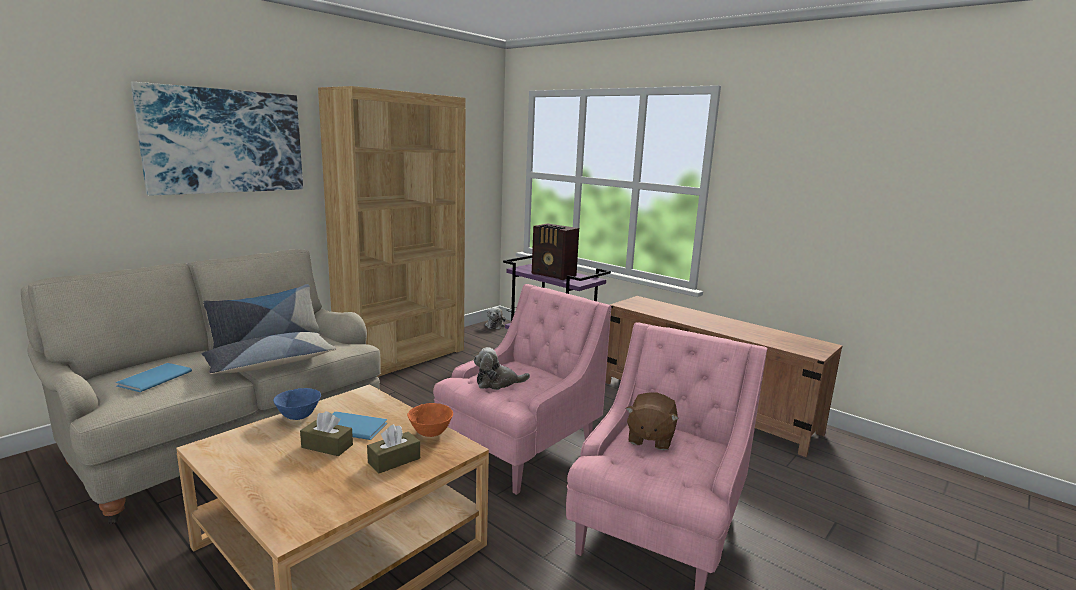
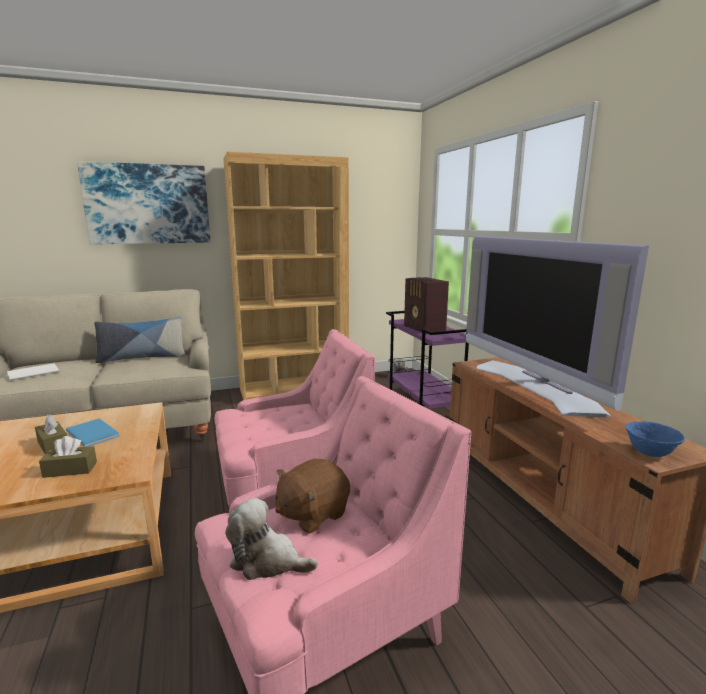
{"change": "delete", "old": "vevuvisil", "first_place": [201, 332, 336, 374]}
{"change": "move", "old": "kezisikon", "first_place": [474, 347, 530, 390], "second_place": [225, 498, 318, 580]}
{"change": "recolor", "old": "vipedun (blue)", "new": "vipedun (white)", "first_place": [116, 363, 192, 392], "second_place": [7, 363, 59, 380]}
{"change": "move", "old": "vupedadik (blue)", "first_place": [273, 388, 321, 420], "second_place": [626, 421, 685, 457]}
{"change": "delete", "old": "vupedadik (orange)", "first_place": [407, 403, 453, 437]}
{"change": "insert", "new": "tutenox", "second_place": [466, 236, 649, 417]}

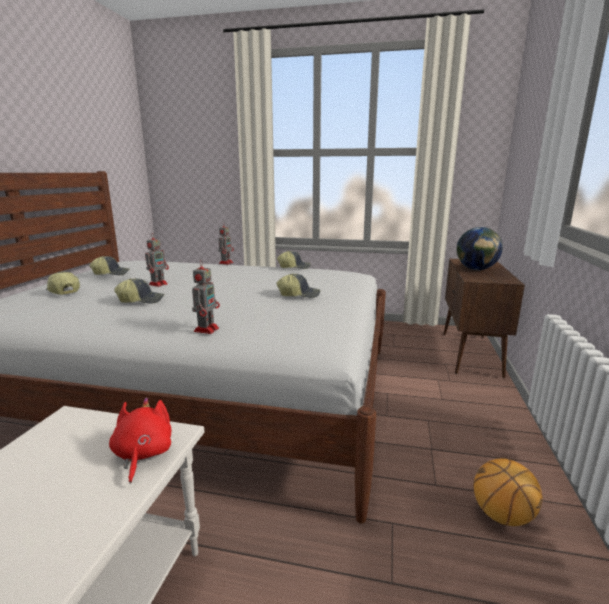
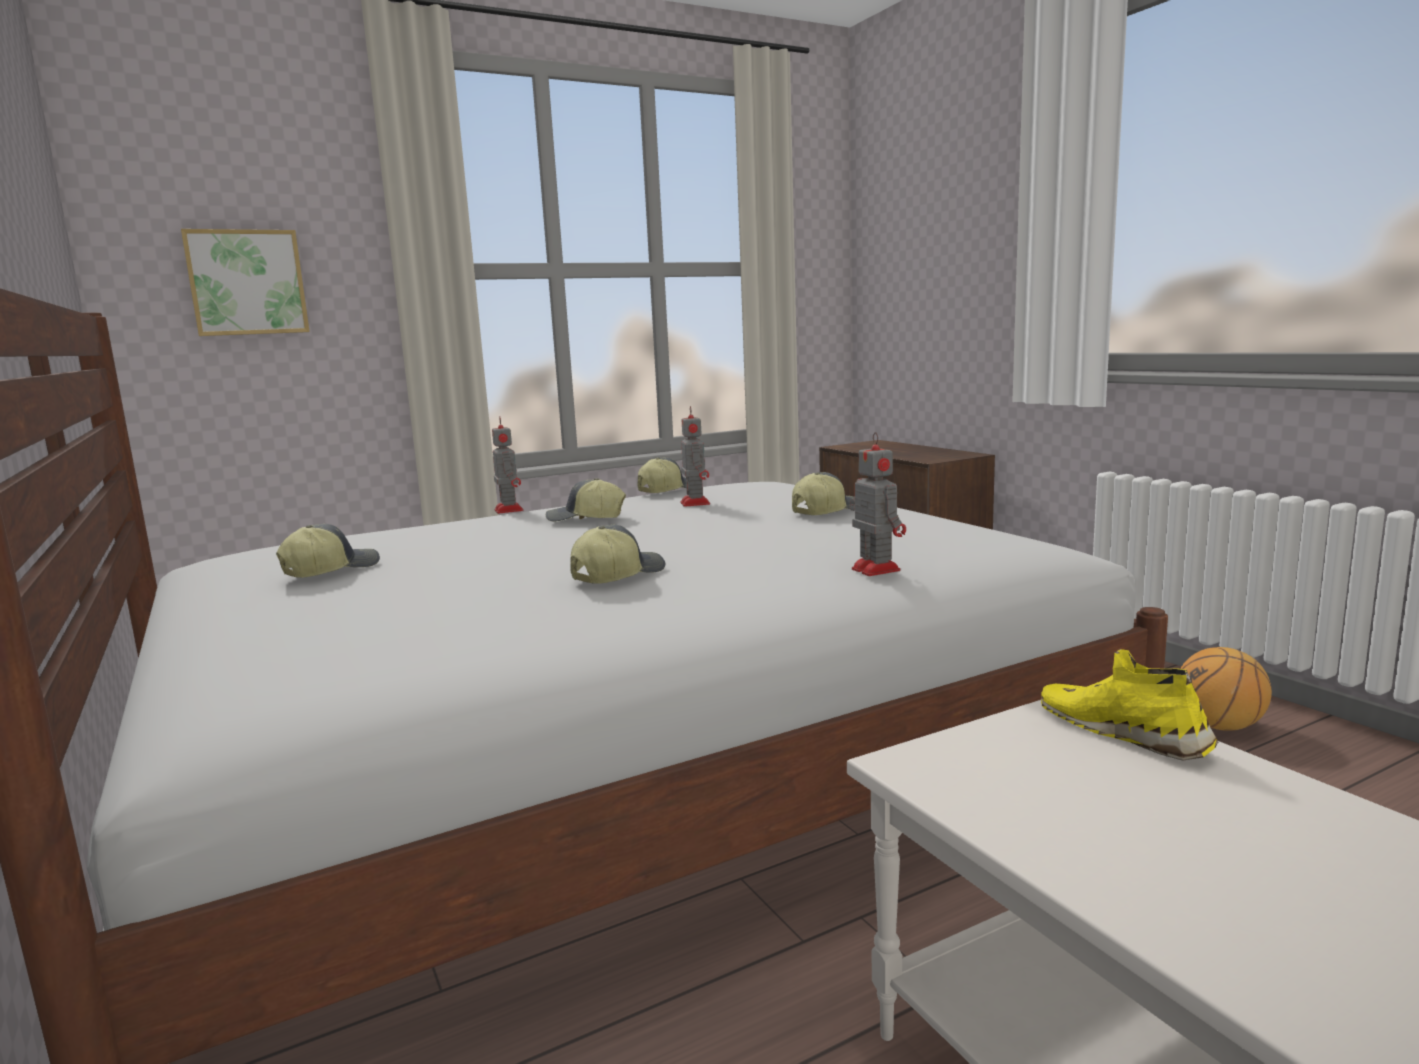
{"change": "delete", "old": "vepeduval", "first_place": [456, 227, 503, 270]}
{"change": "move", "old": "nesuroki", "first_place": [145, 234, 169, 287], "second_place": [680, 406, 710, 507]}
{"change": "move", "old": "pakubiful", "first_place": [46, 271, 80, 295], "second_place": [546, 478, 626, 522]}
{"change": "replace", "old": "kezisikon (red)", "new": "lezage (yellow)", "first_place": [109, 397, 172, 484], "second_place": [1041, 649, 1218, 761]}
{"change": "insert", "new": "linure", "second_place": [181, 229, 310, 336]}

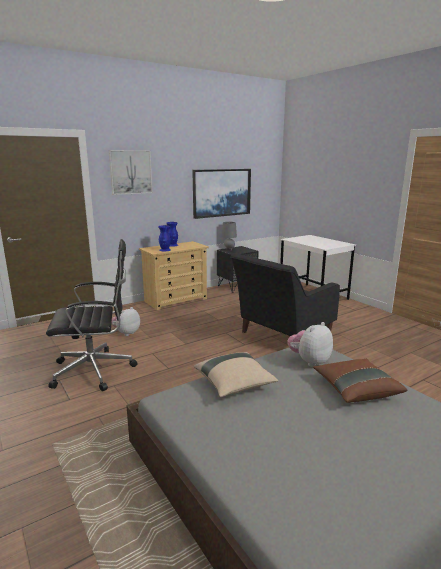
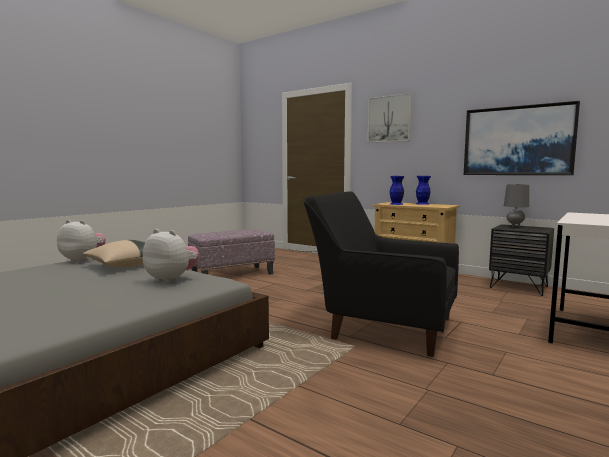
{"change": "replace", "old": "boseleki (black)", "new": "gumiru", "first_place": [46, 239, 138, 391], "second_place": [188, 229, 275, 275]}
{"change": "move", "old": "kezisikon", "first_place": [111, 307, 140, 336], "second_place": [57, 220, 106, 262]}
{"change": "delete", "old": "vevuvisil (brown)", "first_place": [313, 359, 407, 403]}

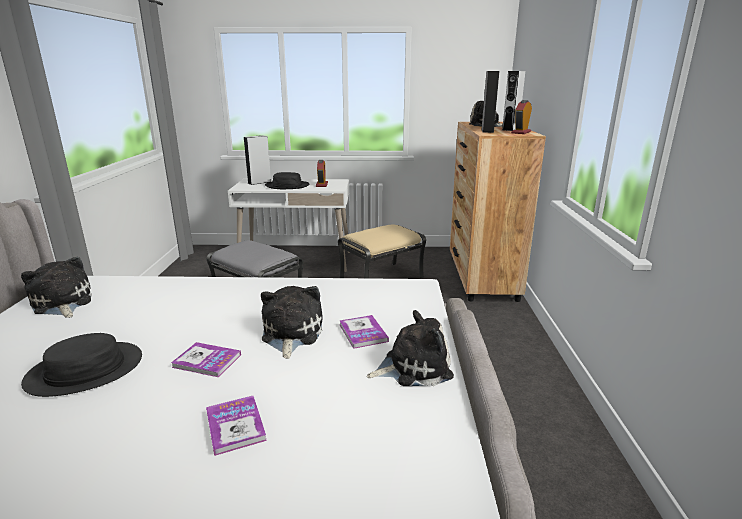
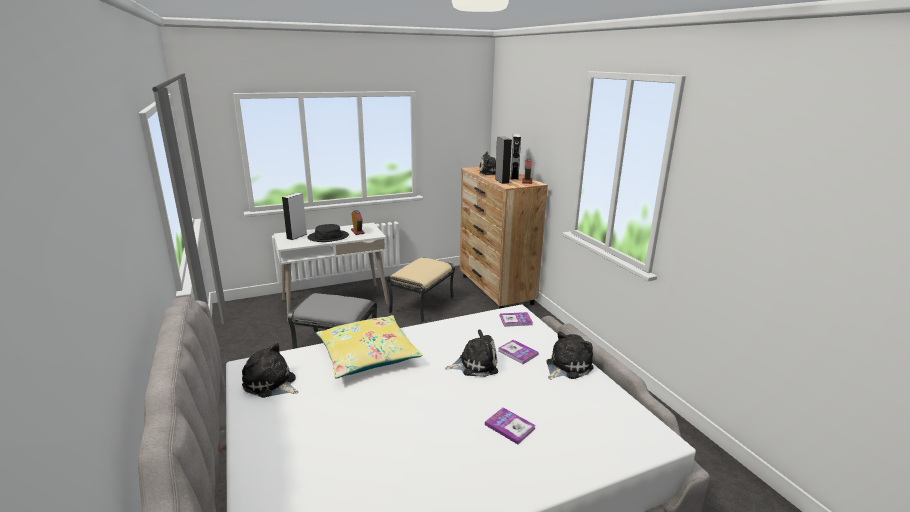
{"change": "rotate", "old": "kezisikon", "first_place": [261, 286, 323, 359], "second_place": [445, 329, 498, 377], "degrees": 105}
{"change": "delete", "old": "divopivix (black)", "first_place": [21, 333, 142, 397]}
{"change": "move", "old": "vipedun", "first_place": [171, 342, 241, 377], "second_place": [500, 312, 533, 327]}
{"change": "insert", "new": "vevuvisil (yellow)", "second_place": [316, 315, 422, 379]}

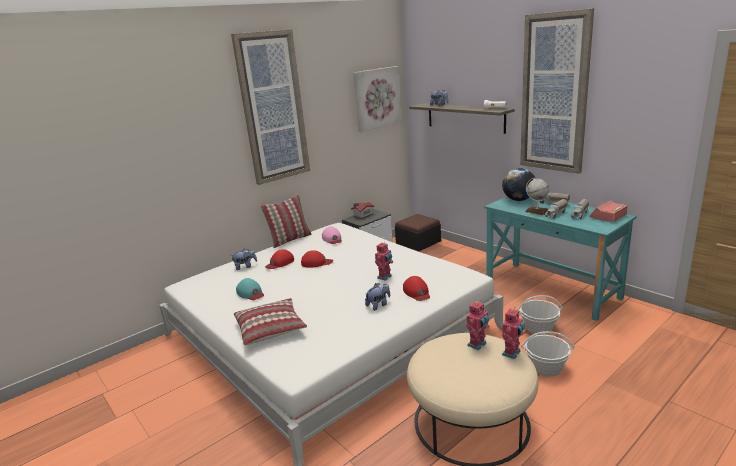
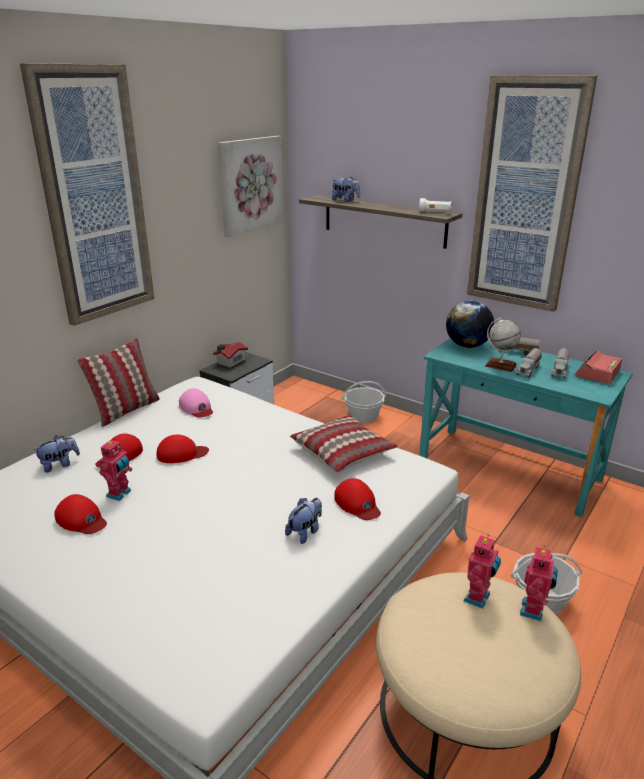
{"change": "delete", "old": "gumiru", "first_place": [395, 214, 441, 251]}
{"change": "move", "old": "nesuroki", "first_place": [375, 243, 393, 281], "second_place": [99, 439, 132, 501]}
{"change": "recolor", "old": "pakubiful (turquoise)", "new": "pakubiful (red)", "first_place": [236, 278, 264, 300], "second_place": [54, 494, 107, 534]}
{"change": "move", "old": "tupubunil", "first_place": [517, 295, 563, 335], "second_place": [341, 381, 387, 423]}
{"change": "move", "old": "vevuvisil", "first_place": [234, 298, 307, 345], "second_place": [290, 415, 398, 473]}

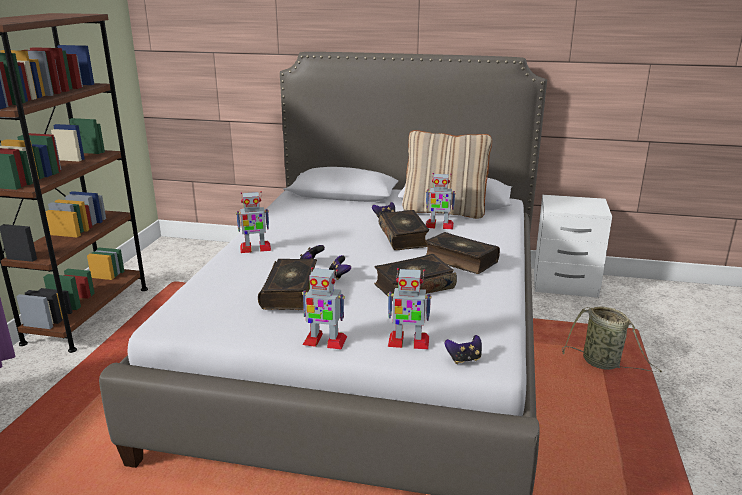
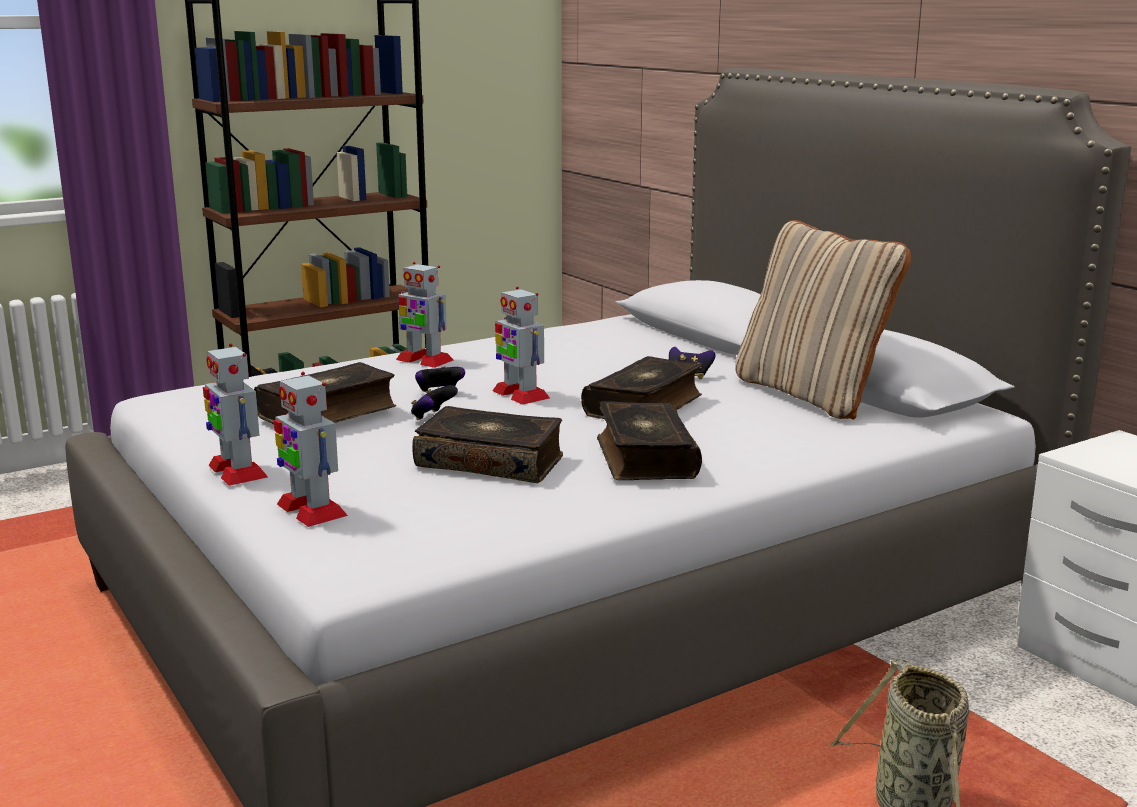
{"change": "move", "old": "nesuroki", "first_place": [426, 173, 456, 229], "second_place": [492, 286, 550, 405]}
{"change": "delete", "old": "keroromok", "first_place": [445, 335, 482, 364]}

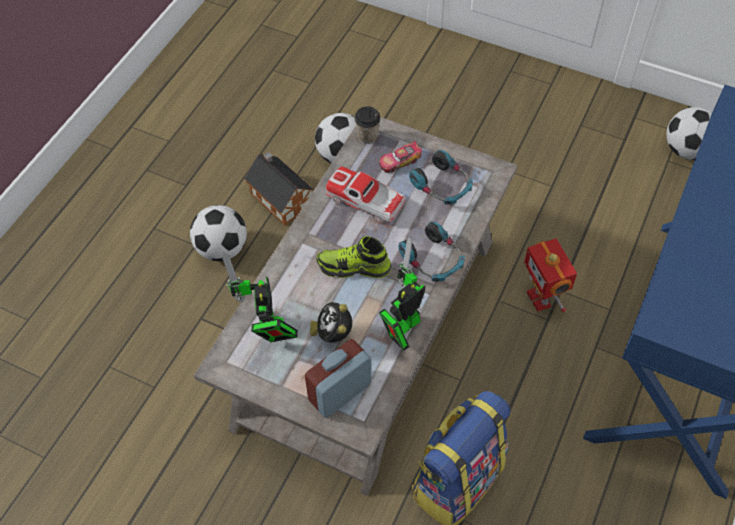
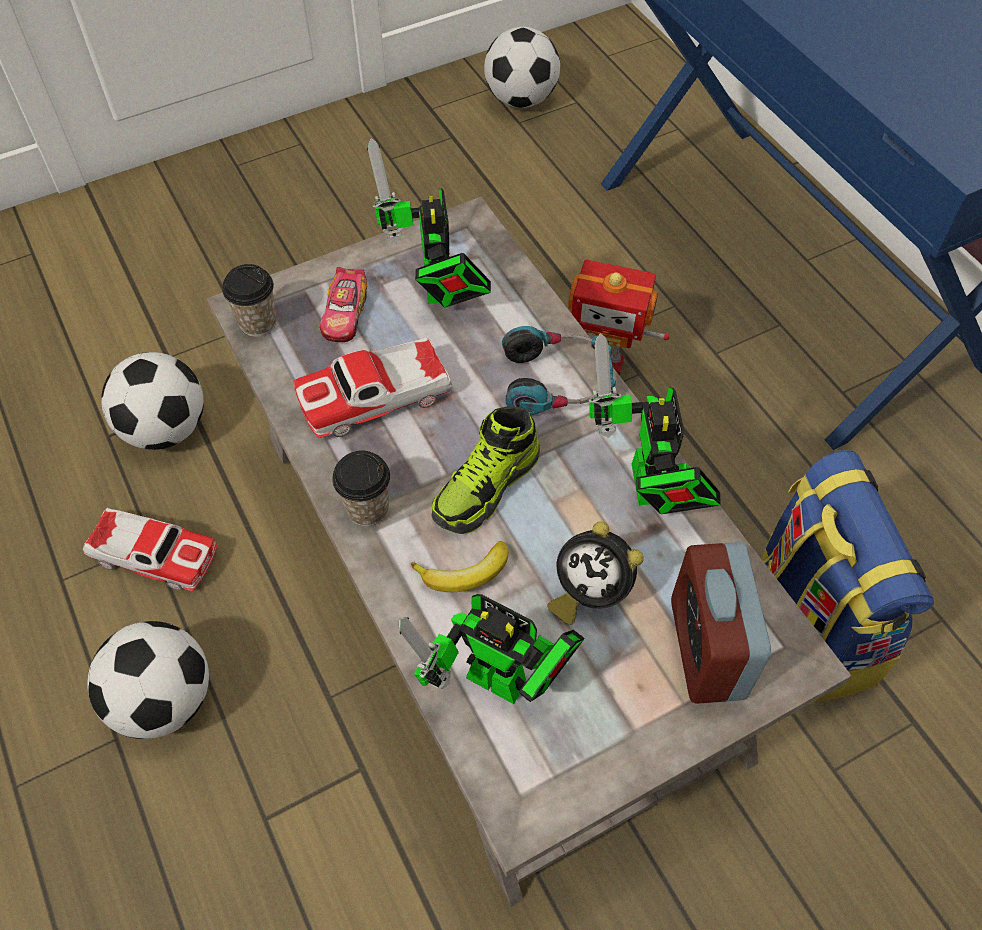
{"change": "replace", "old": "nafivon", "new": "nesuroki", "first_place": [409, 150, 473, 204], "second_place": [367, 138, 491, 307]}
{"change": "replace", "old": "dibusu", "new": "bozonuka", "first_place": [244, 152, 314, 226], "second_place": [83, 508, 218, 591]}
{"change": "insert", "new": "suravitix", "second_place": [332, 450, 390, 526]}
{"change": "insert", "new": "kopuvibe", "second_place": [411, 541, 509, 592]}

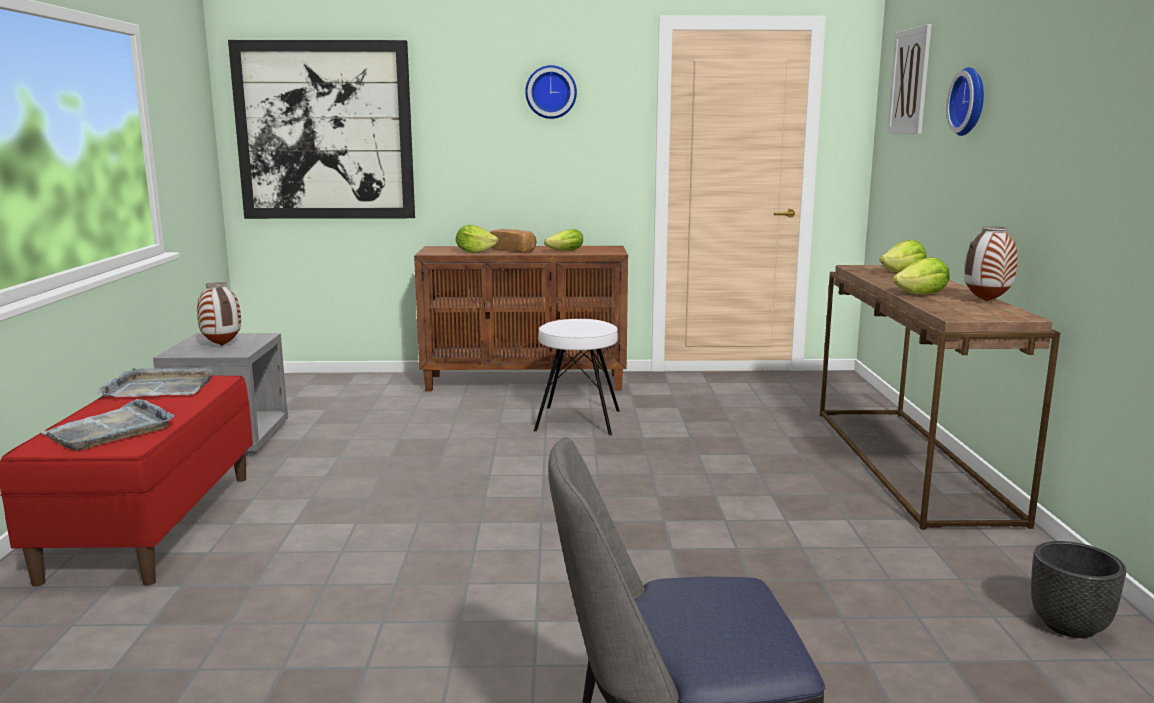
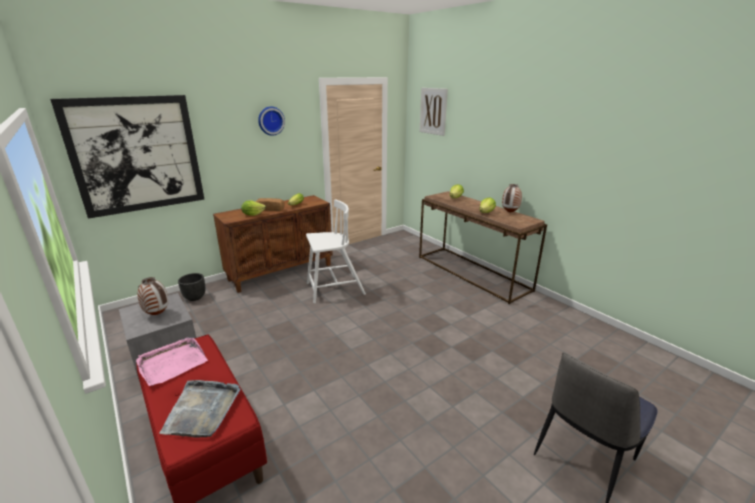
{"change": "delete", "old": "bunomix", "first_place": [946, 67, 984, 136]}
{"change": "replace", "old": "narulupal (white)", "new": "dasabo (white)", "first_place": [534, 319, 620, 435], "second_place": [306, 199, 366, 303]}
{"change": "recolor", "old": "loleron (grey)", "new": "loleron (pink)", "first_place": [97, 367, 215, 397], "second_place": [136, 337, 208, 386]}
{"change": "move", "old": "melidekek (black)", "first_place": [1031, 541, 1126, 638], "second_place": [178, 273, 205, 301]}

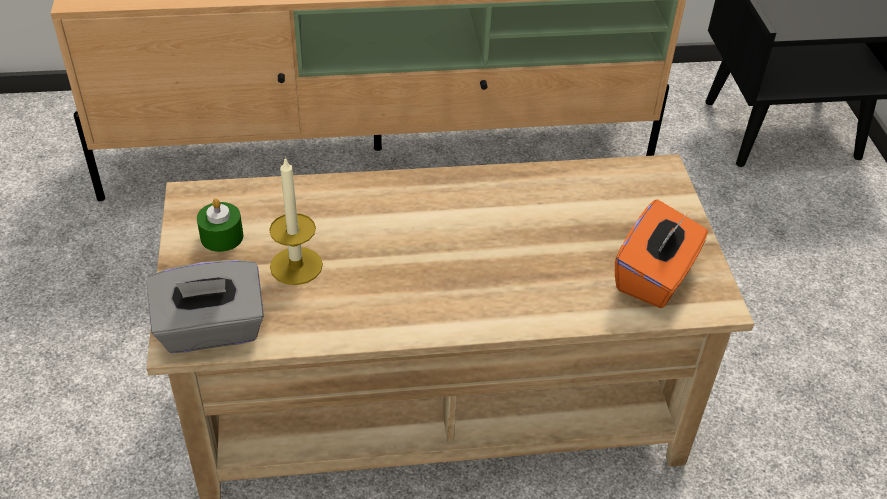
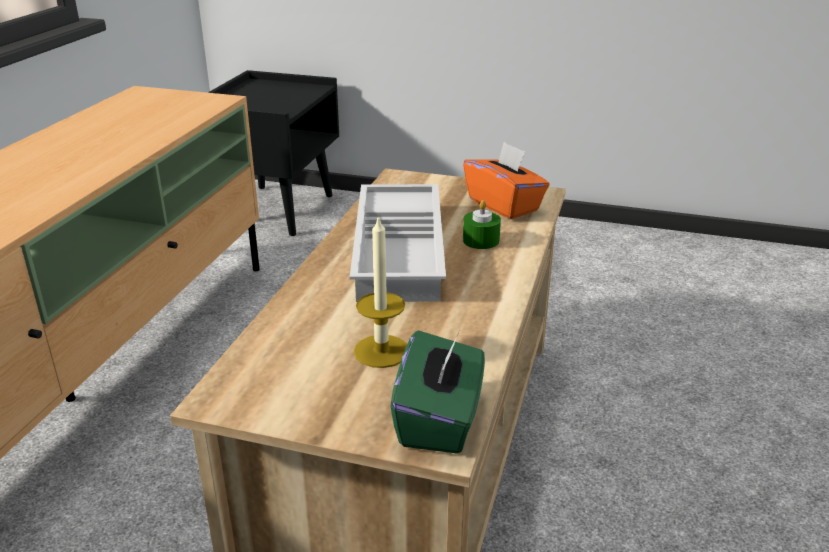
{"change": "move", "old": "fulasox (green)", "first_place": [197, 198, 243, 252], "second_place": [463, 200, 501, 249]}
{"change": "recolor", "old": "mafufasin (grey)", "new": "mafufasin (green)", "first_place": [147, 260, 264, 353], "second_place": [390, 329, 485, 454]}
{"change": "insert", "new": "loleron (white)", "second_place": [350, 184, 446, 302]}

